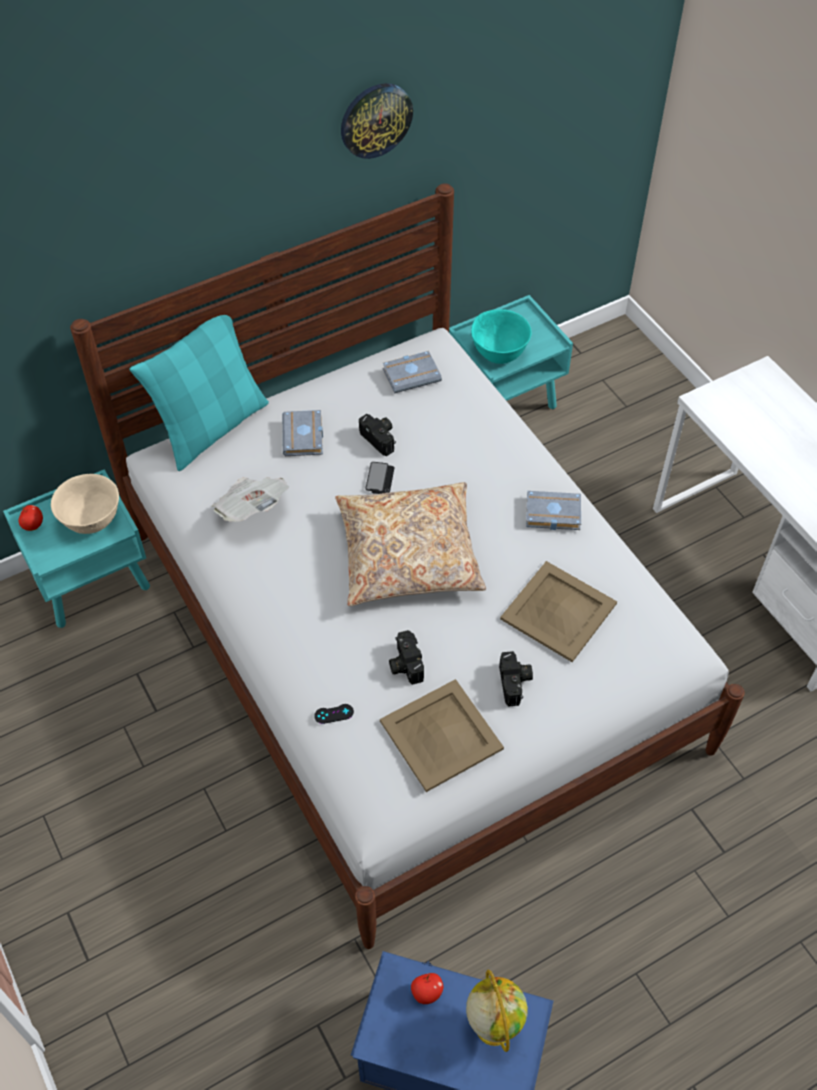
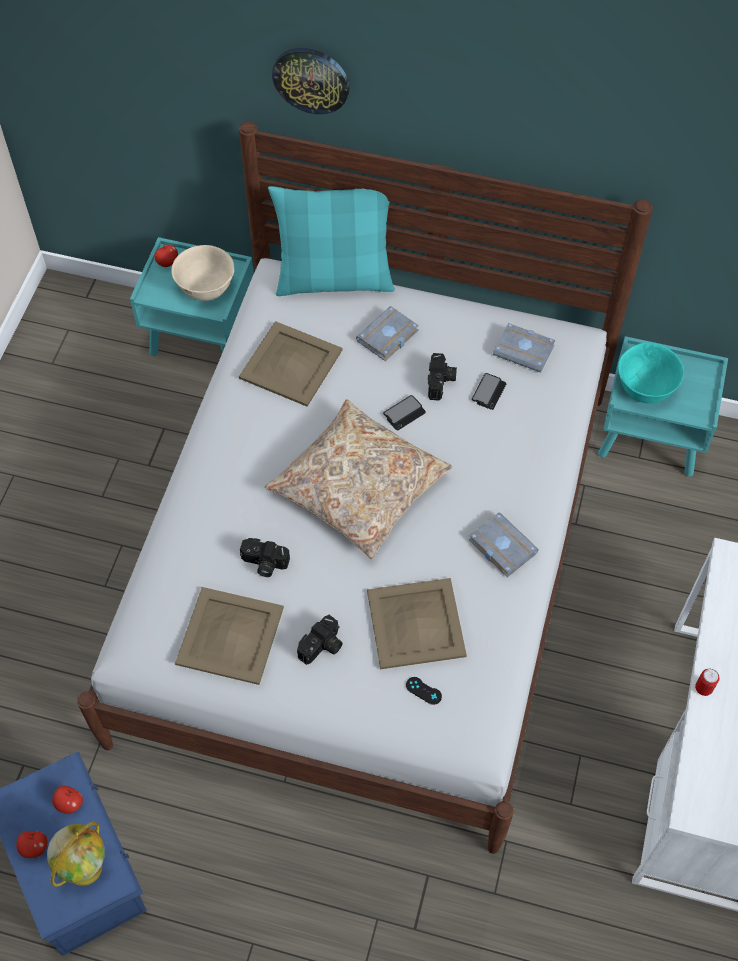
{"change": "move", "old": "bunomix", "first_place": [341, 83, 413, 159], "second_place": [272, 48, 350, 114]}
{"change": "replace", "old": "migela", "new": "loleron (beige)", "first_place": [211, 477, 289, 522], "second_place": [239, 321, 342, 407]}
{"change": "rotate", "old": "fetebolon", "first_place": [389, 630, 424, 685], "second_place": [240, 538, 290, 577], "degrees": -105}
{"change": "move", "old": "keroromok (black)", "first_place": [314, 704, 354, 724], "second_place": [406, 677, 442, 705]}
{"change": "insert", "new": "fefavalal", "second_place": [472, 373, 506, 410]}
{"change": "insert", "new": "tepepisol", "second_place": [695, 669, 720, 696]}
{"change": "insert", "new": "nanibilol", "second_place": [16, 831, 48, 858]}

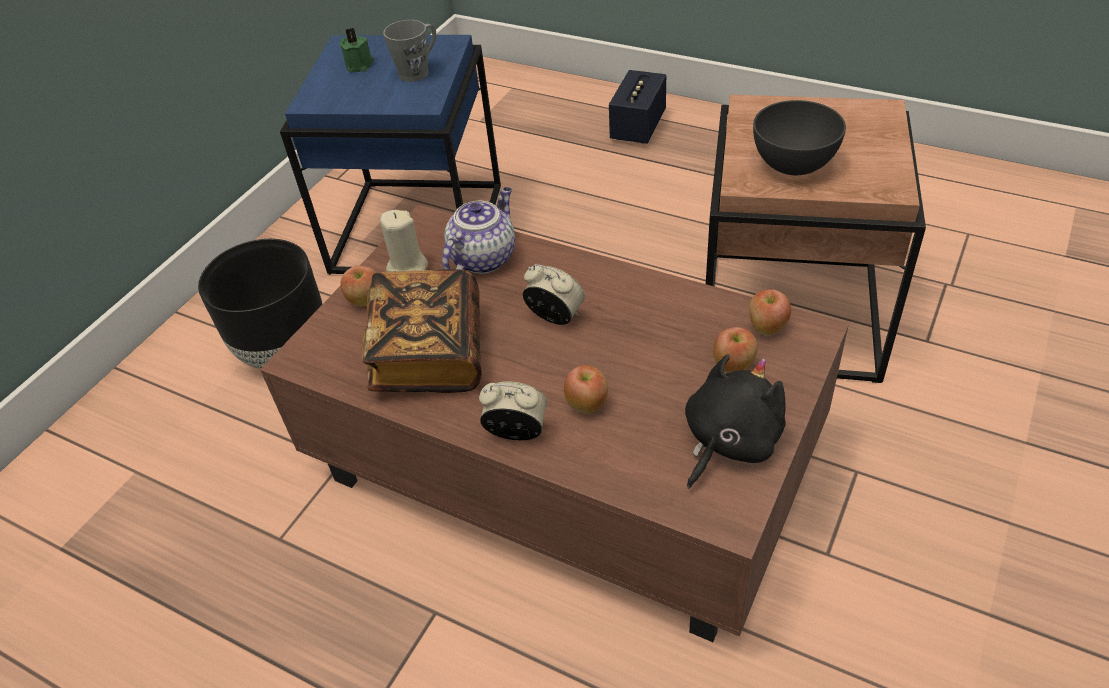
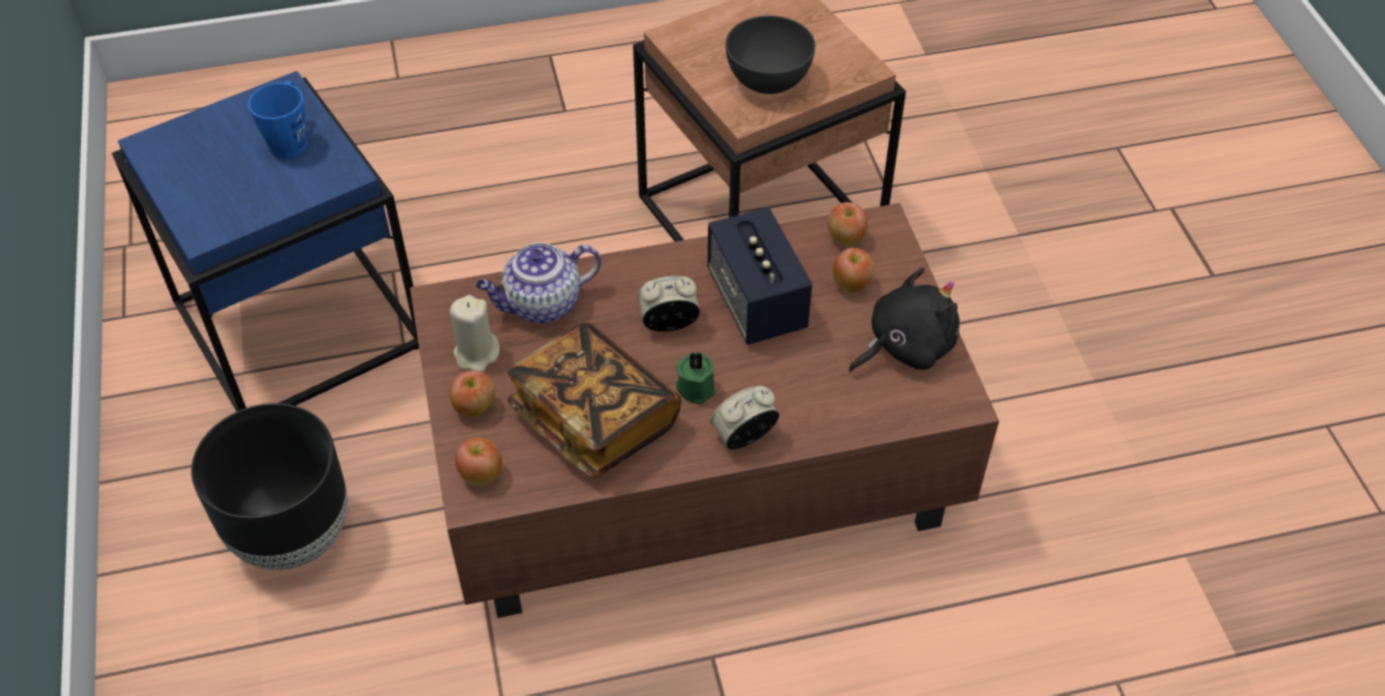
{"change": "recolor", "old": "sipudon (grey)", "new": "sipudon (blue)", "first_place": [383, 20, 436, 82], "second_place": [248, 81, 308, 159]}
{"change": "move", "old": "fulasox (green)", "first_place": [339, 28, 374, 72], "second_place": [676, 352, 716, 405]}
{"change": "move", "old": "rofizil", "first_place": [609, 70, 666, 144], "second_place": [708, 207, 812, 345]}
{"change": "rotate", "old": "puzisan", "first_place": [442, 187, 515, 274], "second_place": [476, 243, 601, 324], "degrees": -105}
{"change": "rotate", "old": "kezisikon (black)", "first_place": [685, 354, 786, 489], "second_place": [849, 267, 960, 372], "degrees": 60}
{"change": "move", "old": "nanibilol", "first_place": [564, 365, 608, 414], "second_place": [455, 437, 502, 486]}

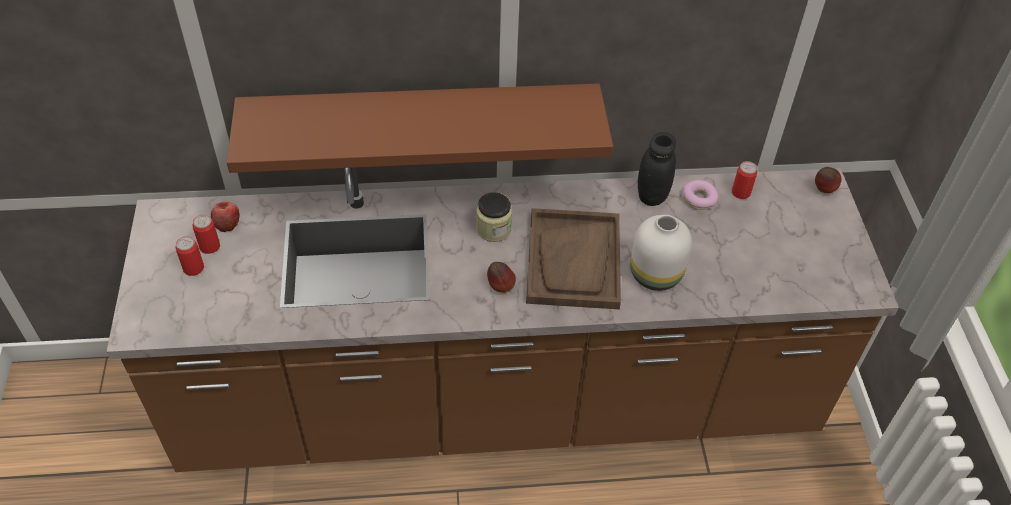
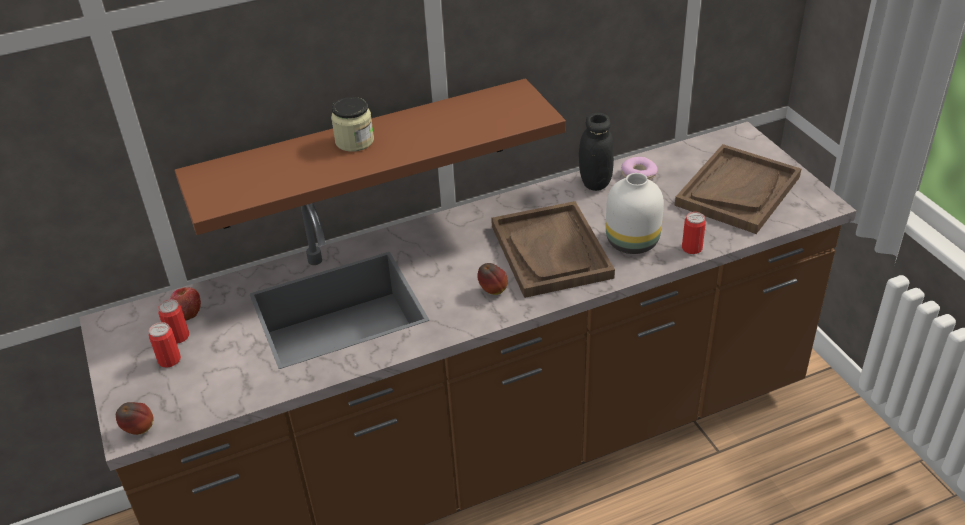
{"change": "move", "old": "tepepisol", "first_place": [732, 161, 757, 199], "second_place": [682, 212, 706, 254]}
{"change": "move", "old": "nanibilol", "first_place": [815, 167, 842, 193], "second_place": [116, 402, 154, 435]}
{"change": "move", "old": "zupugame", "first_place": [476, 192, 512, 242], "second_place": [331, 97, 374, 152]}
{"change": "insert", "new": "loleron (brown)", "second_place": [675, 144, 801, 234]}

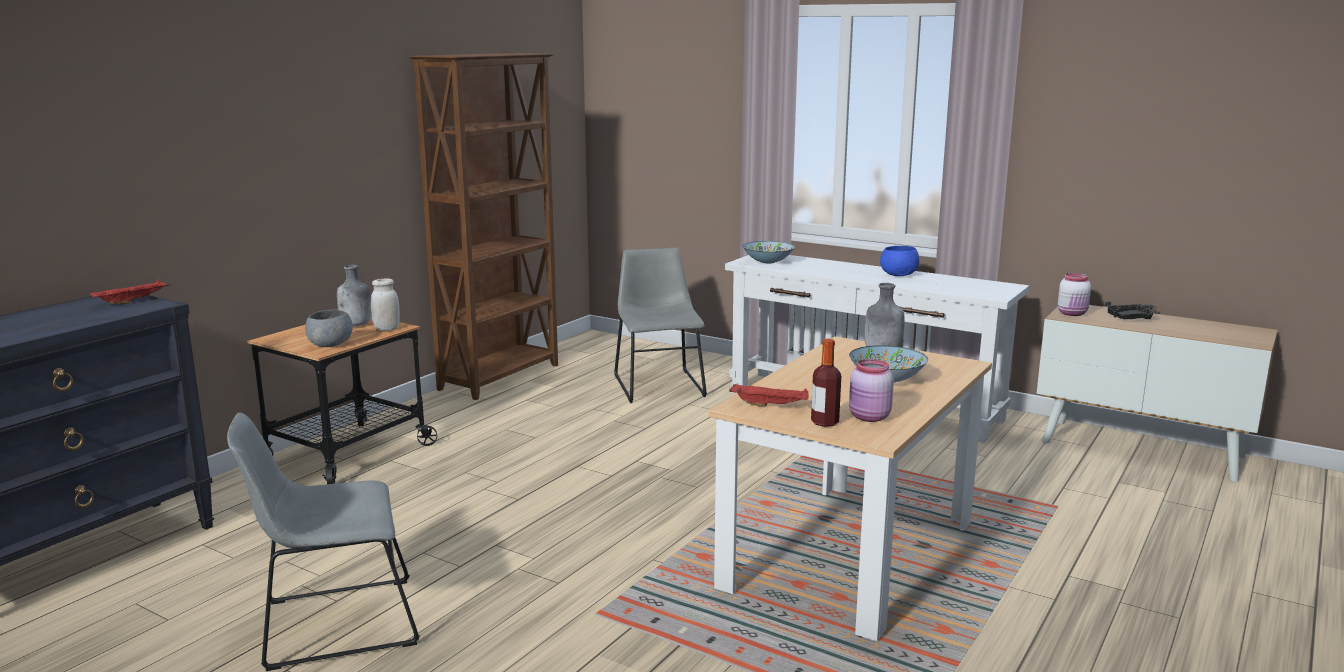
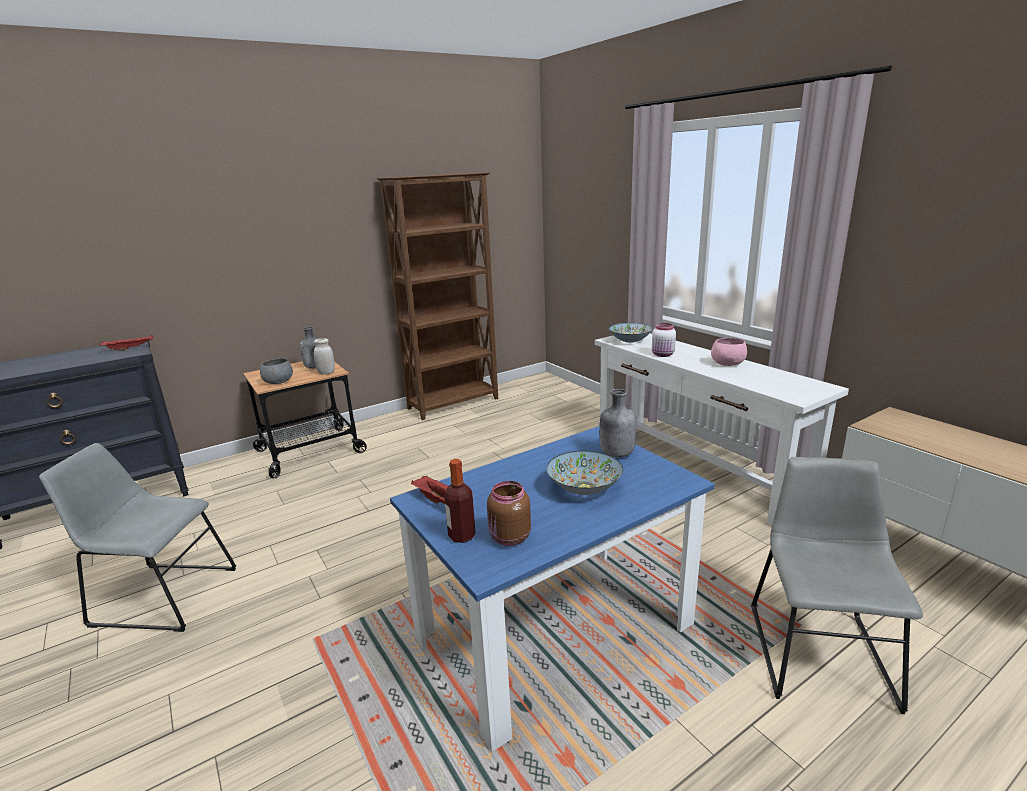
{"change": "recolor", "old": "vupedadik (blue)", "new": "vupedadik (pink)", "first_place": [880, 246, 919, 276], "second_place": [711, 338, 747, 366]}
{"change": "move", "old": "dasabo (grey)", "first_place": [614, 248, 707, 403], "second_place": [752, 457, 923, 714]}
{"change": "move", "old": "zupugame (white)", "first_place": [1058, 273, 1091, 316], "second_place": [652, 323, 676, 357]}
{"change": "delete", "old": "loleron (black)", "first_place": [1105, 302, 1158, 320]}
{"change": "recolor", "old": "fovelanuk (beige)", "new": "fovelanuk (blue)", "first_place": [708, 336, 992, 641], "second_place": [390, 426, 715, 752]}
{"change": "recolor", "old": "zupugame (pink)", "new": "zupugame (brown)", "first_place": [849, 359, 894, 422], "second_place": [487, 481, 531, 546]}

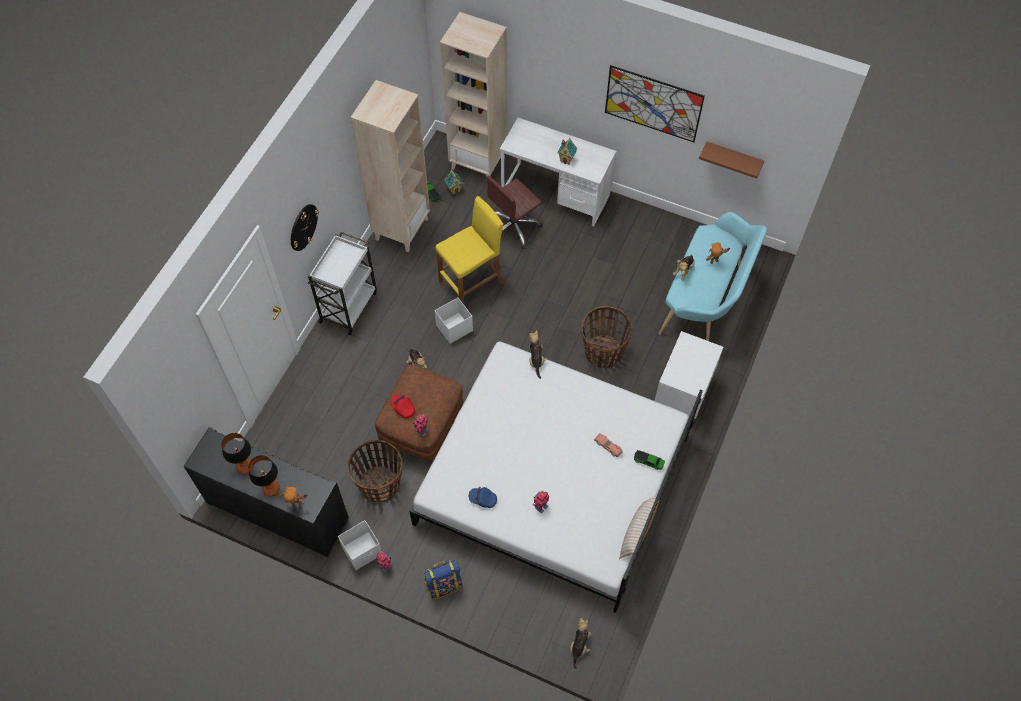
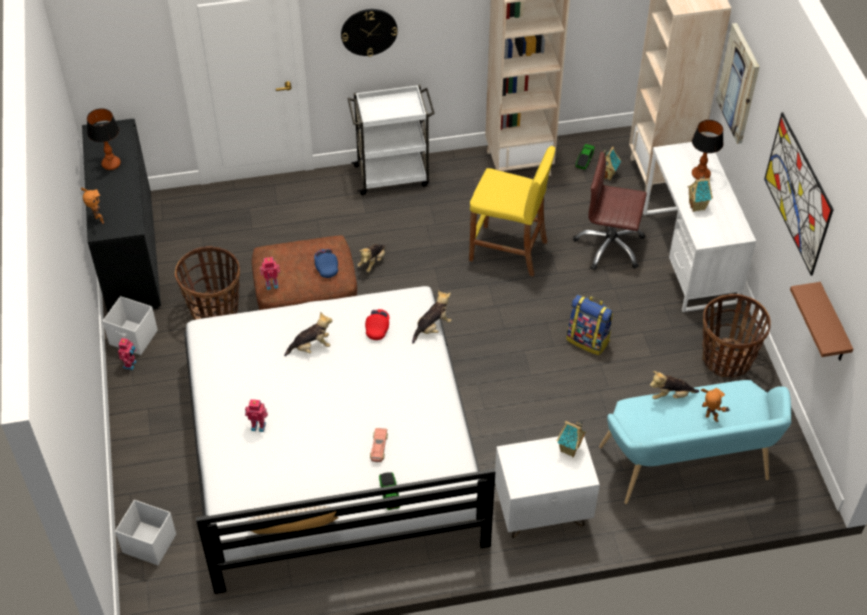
{"change": "move", "old": "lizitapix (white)", "first_place": [435, 298, 473, 344], "second_place": [115, 500, 176, 565]}
{"change": "move", "old": "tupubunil", "first_place": [581, 306, 633, 368], "second_place": [702, 294, 771, 378]}
{"change": "move", "old": "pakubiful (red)", "first_place": [391, 395, 415, 419], "second_place": [365, 309, 389, 340]}
{"change": "move", "old": "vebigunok", "first_place": [248, 455, 280, 497], "second_place": [692, 120, 723, 180]}
{"change": "move", "old": "pakubiful (blue)", "first_place": [469, 487, 497, 508], "second_place": [314, 249, 338, 278]}
{"change": "move", "old": "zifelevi", "first_place": [424, 560, 463, 600], "second_place": [566, 295, 613, 355]}
{"change": "move", "old": "kezisikon", "first_place": [570, 618, 591, 669], "second_place": [284, 312, 333, 356]}
{"change": "insert", "new": "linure", "second_place": [716, 23, 759, 144]}
{"change": "insert", "new": "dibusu", "second_place": [557, 421, 587, 457]}

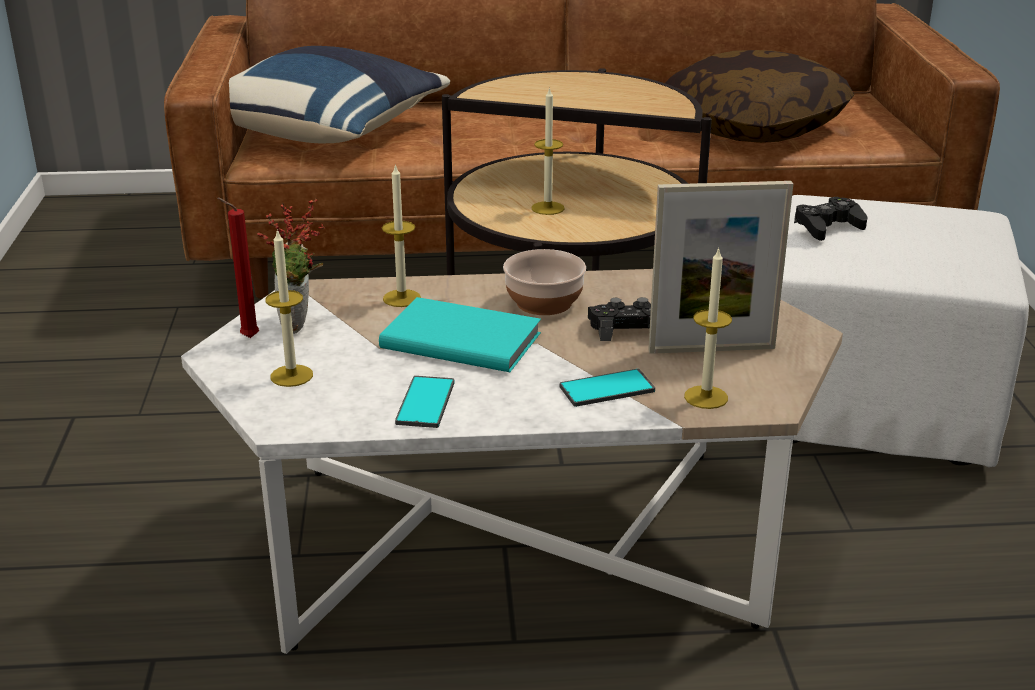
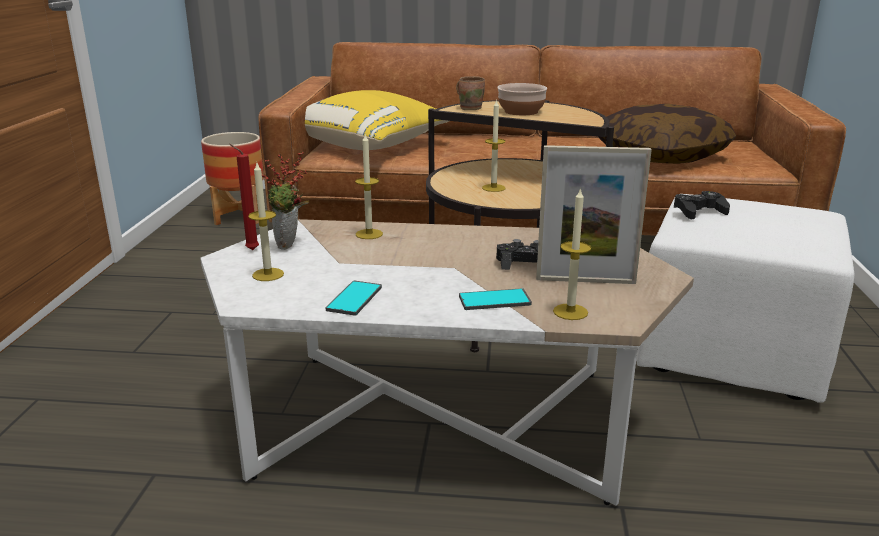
{"change": "recolor", "old": "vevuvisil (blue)", "new": "vevuvisil (yellow)", "first_place": [229, 46, 450, 143], "second_place": [305, 90, 449, 150]}
{"change": "move", "old": "vupedadik", "first_place": [503, 249, 586, 315], "second_place": [497, 83, 547, 115]}
{"change": "delete", "old": "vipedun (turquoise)", "first_place": [379, 297, 541, 372]}
{"change": "insert", "new": "sipudon (brown)", "second_place": [456, 76, 485, 110]}
{"change": "insert", "new": "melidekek", "second_place": [201, 132, 264, 225]}

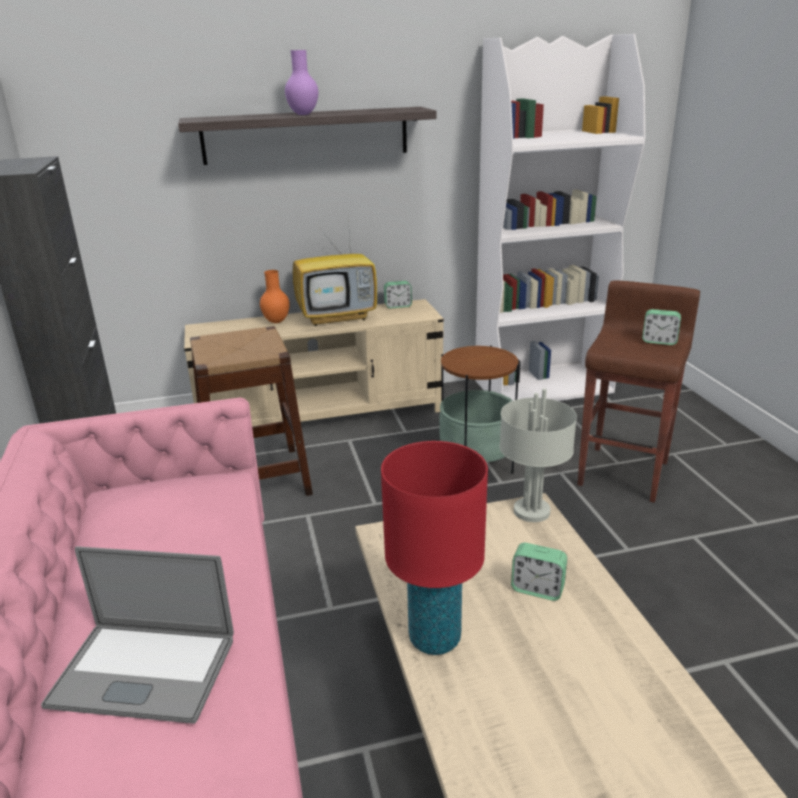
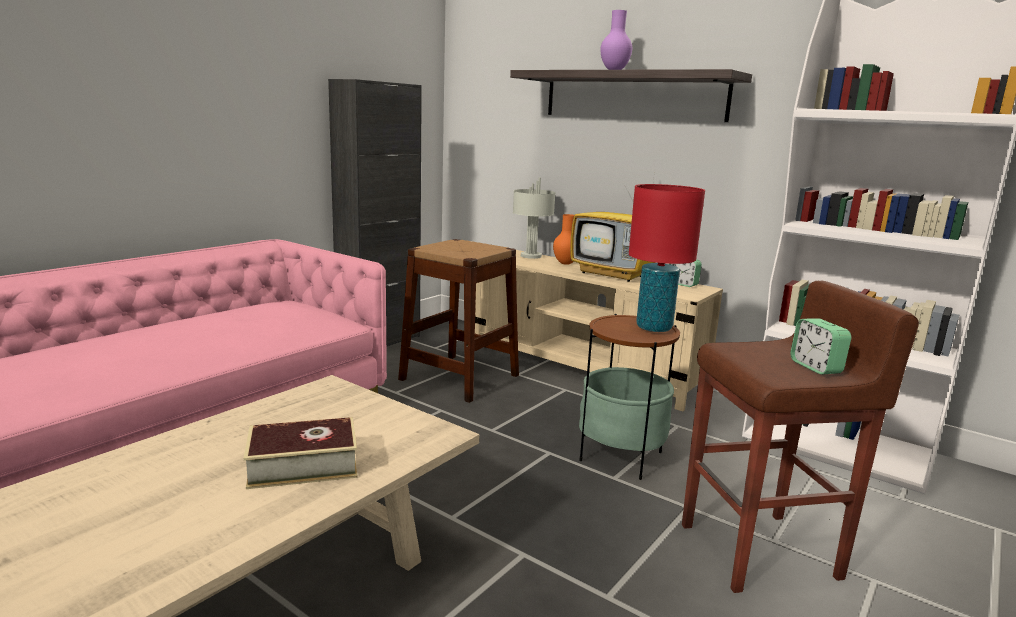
{"change": "move", "old": "vebigunok (grey)", "first_place": [499, 388, 577, 522], "second_place": [513, 178, 556, 259]}
{"change": "move", "old": "vebigunok (red)", "first_place": [381, 441, 488, 655], "second_place": [629, 184, 705, 332]}
{"change": "replace", "old": "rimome", "new": "vipedun", "first_place": [511, 543, 567, 601], "second_place": [244, 417, 357, 489]}
{"change": "delete", "old": "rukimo", "first_place": [41, 546, 234, 724]}

